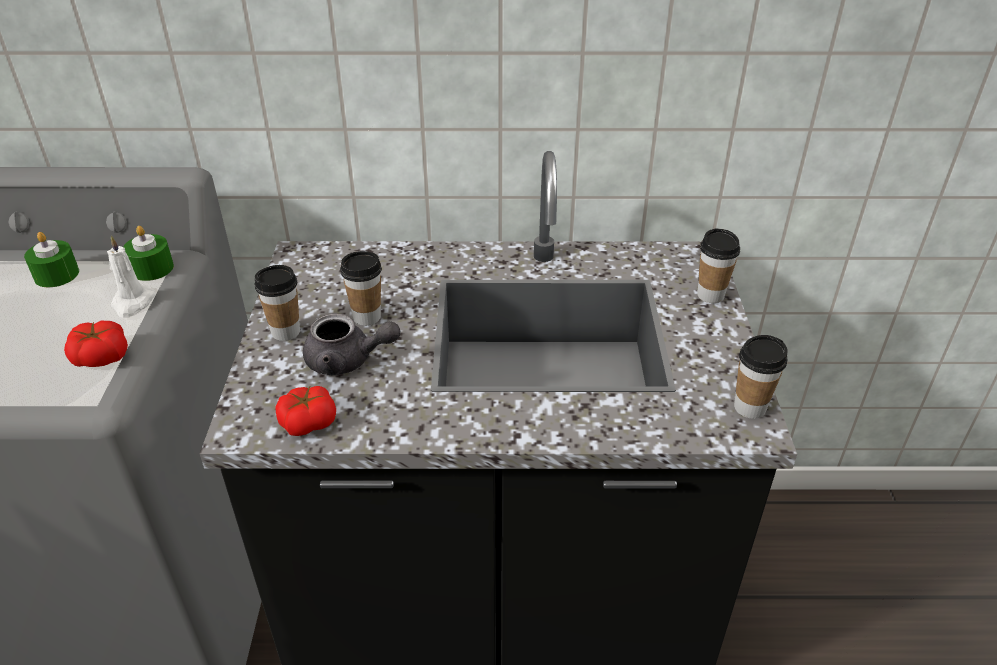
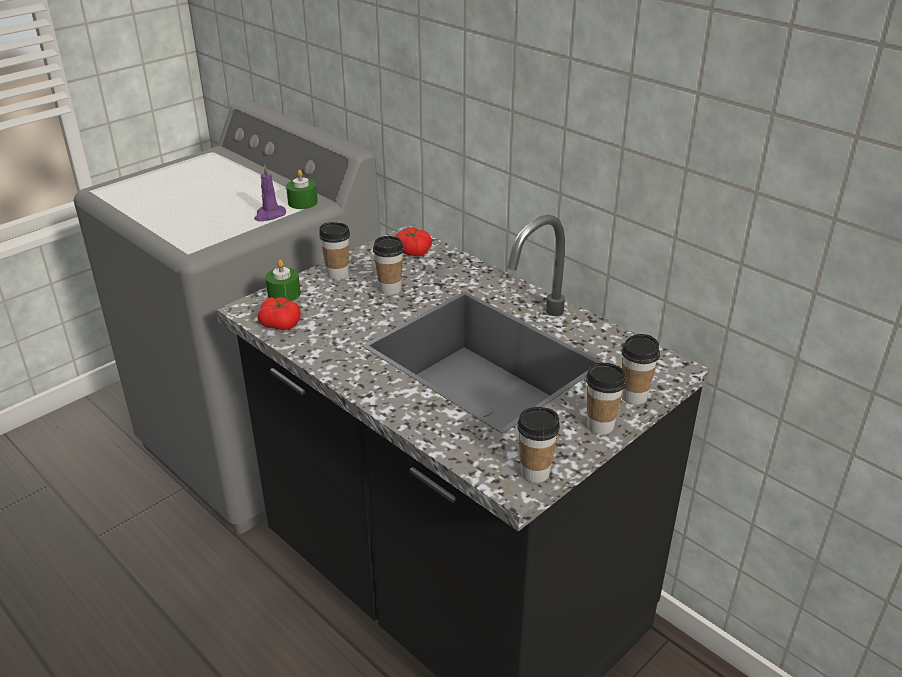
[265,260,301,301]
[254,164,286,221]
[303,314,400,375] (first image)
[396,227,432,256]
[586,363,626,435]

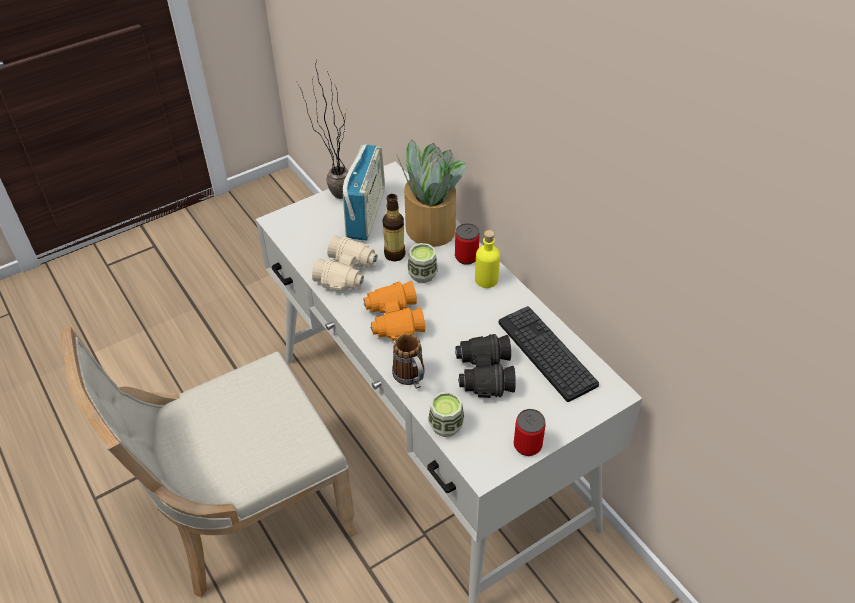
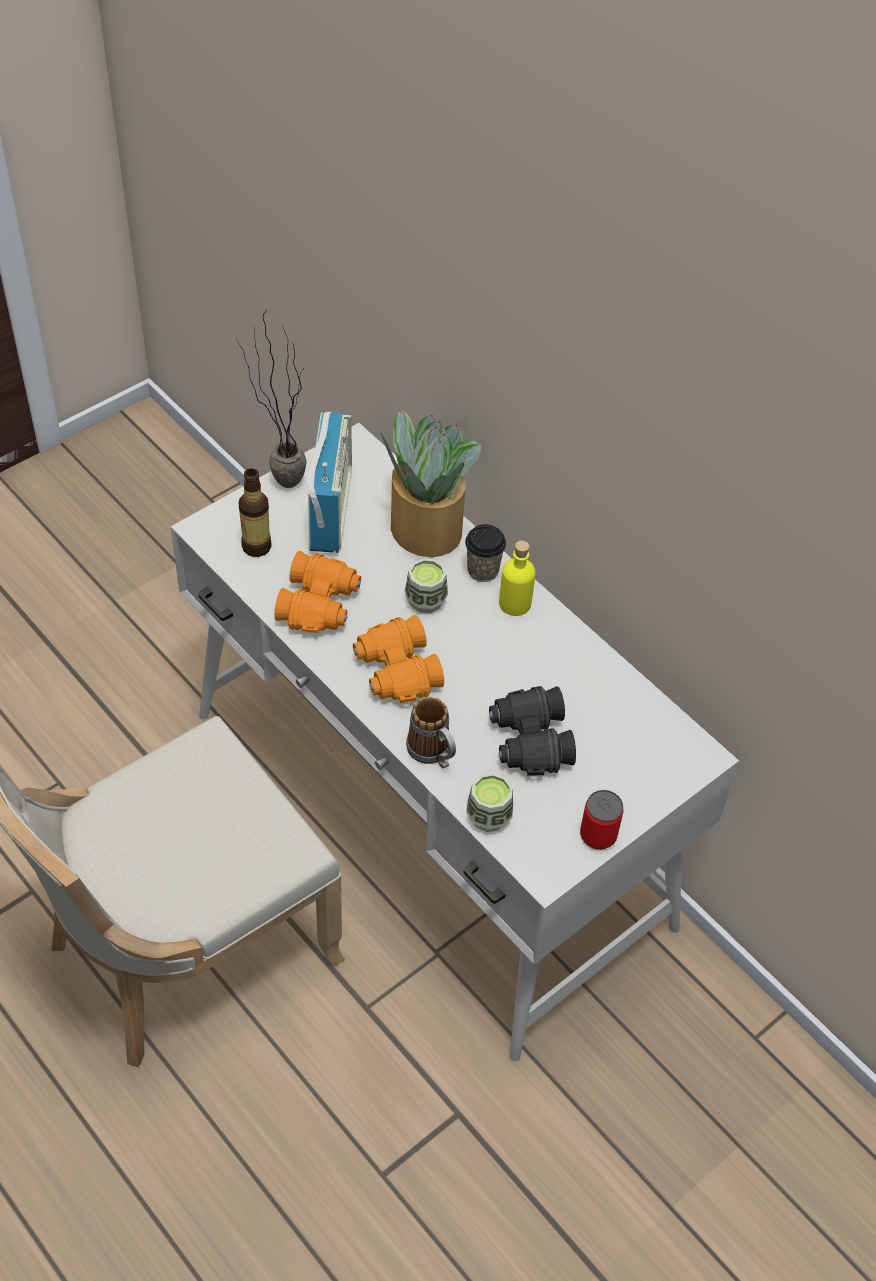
[239,468,272,557]
[465,524,506,582]
[275,551,361,633]
[499,306,599,402] (first image)

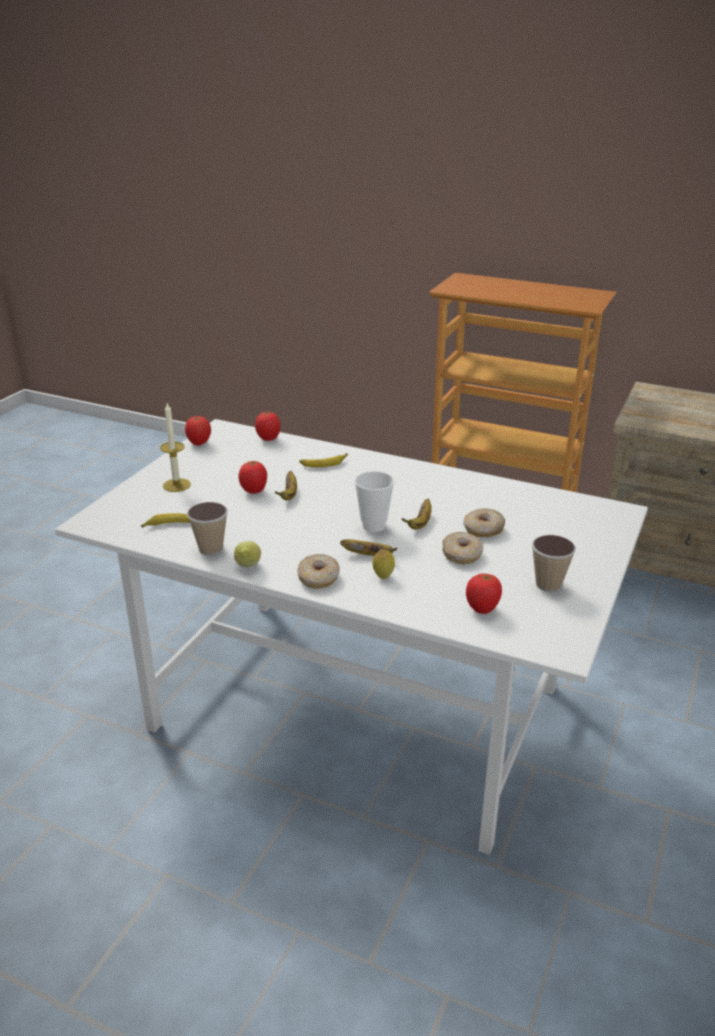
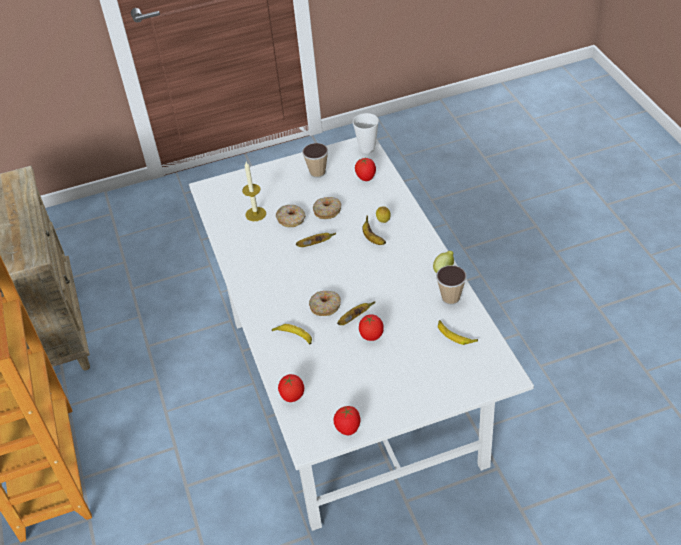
[242,162,266,221]
[353,113,379,154]
[309,291,341,316]

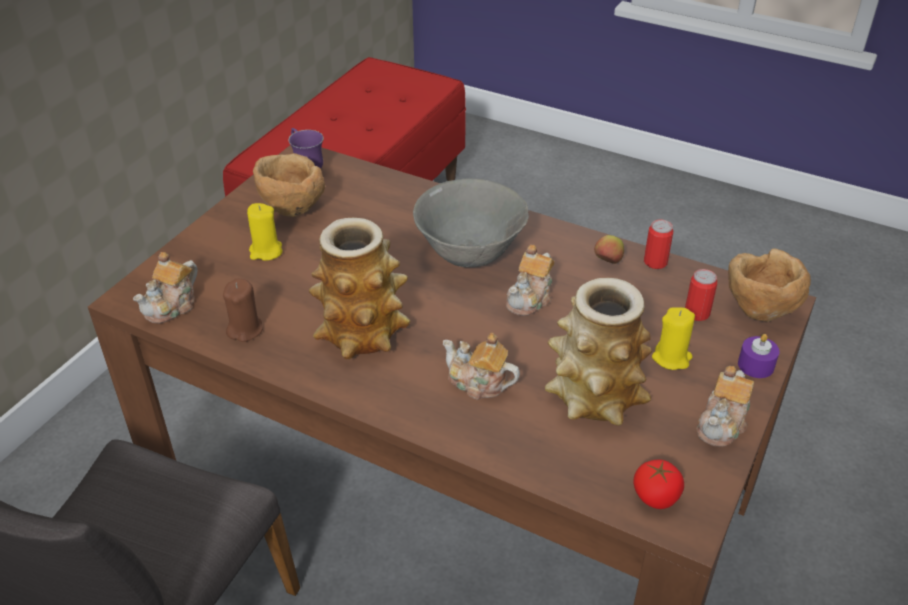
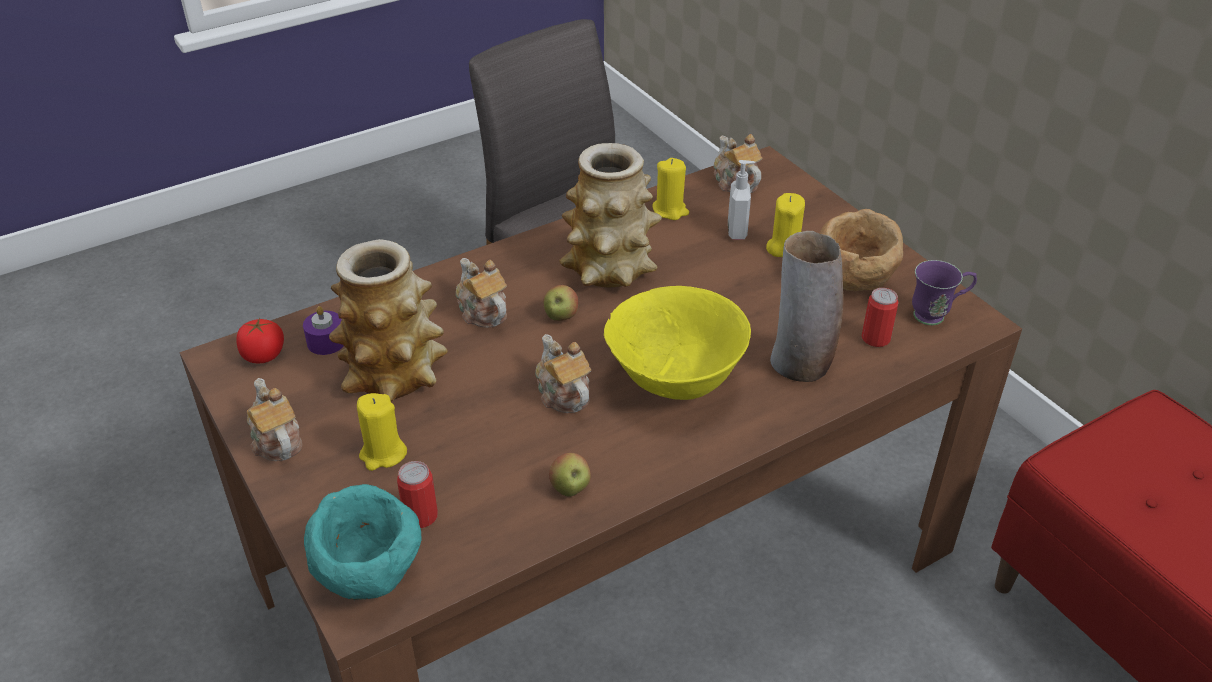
[604,286,751,400]
[862,288,899,347]
[304,484,421,600]
[652,158,689,220]
[456,258,507,328]
[303,306,344,355]
[728,160,755,240]
[770,231,844,382]
[543,285,578,321]

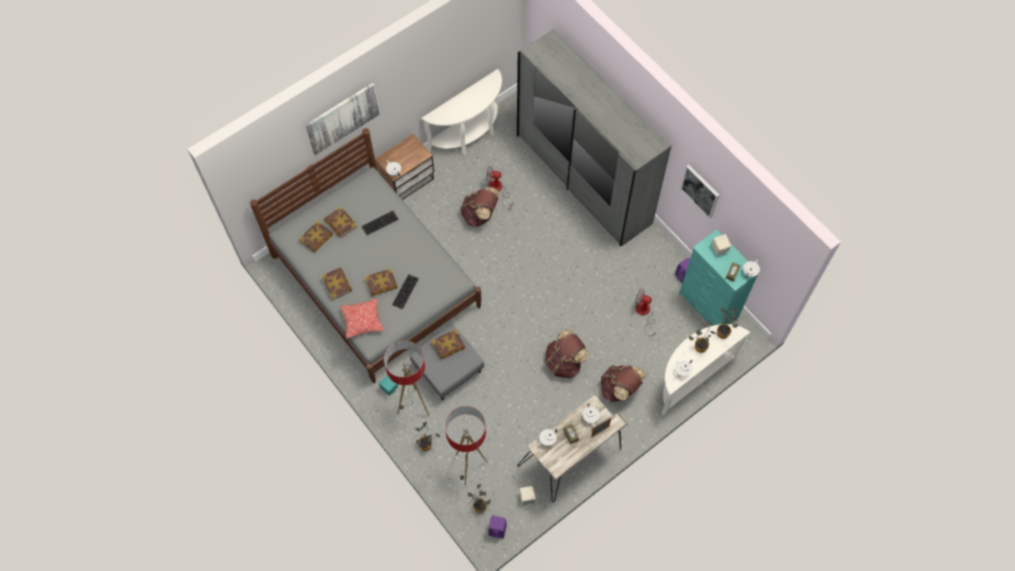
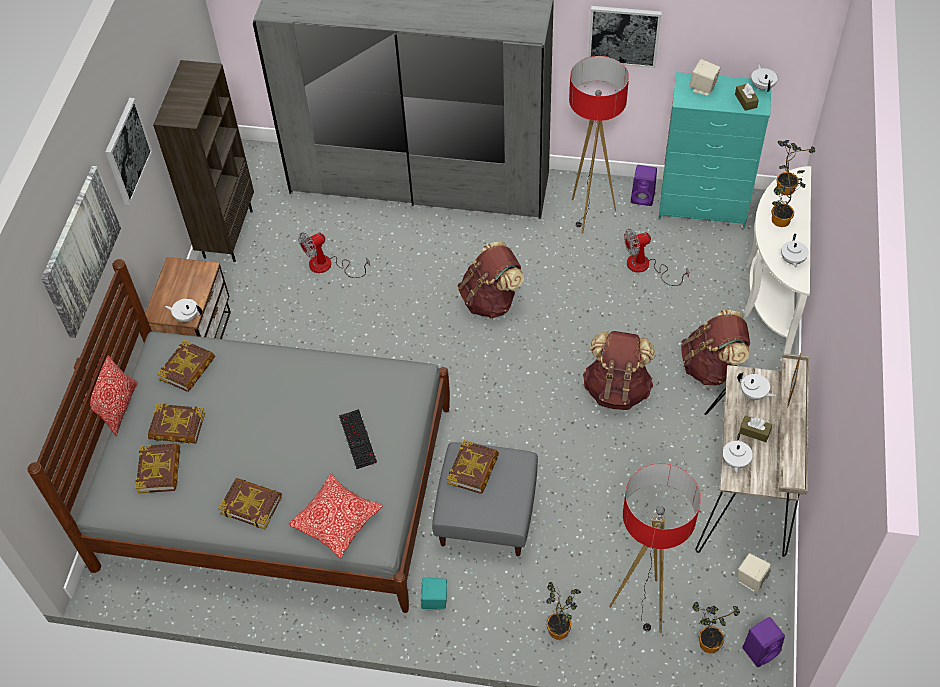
[153,60,254,262]
[458,242,524,318]
[362,211,399,235] (first image)
[157,340,215,392]
[569,56,629,233]
[105,98,152,205]
[82,348,138,436]

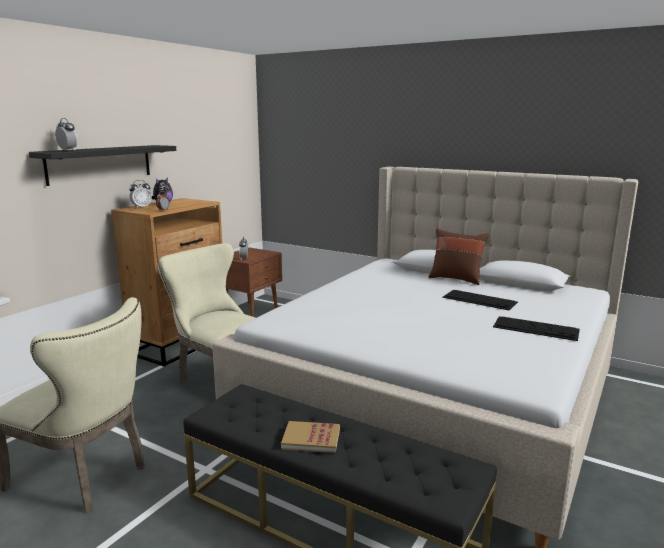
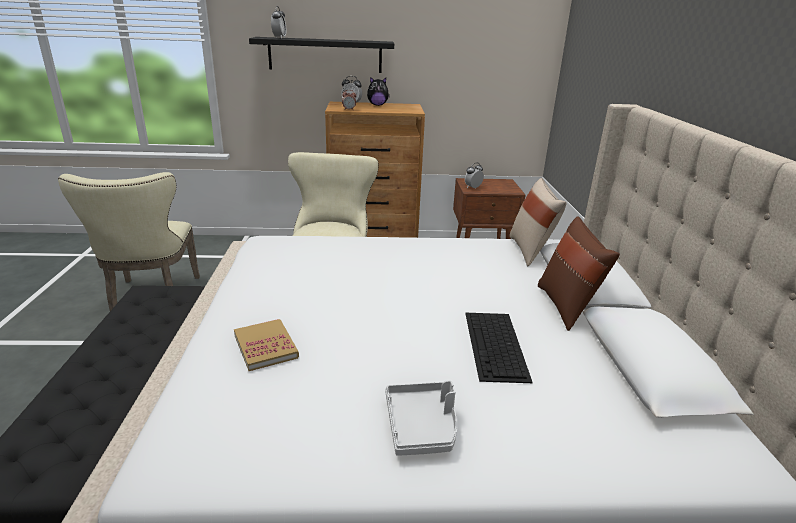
[386,380,457,456]
[234,319,299,371]
[510,178,567,266]

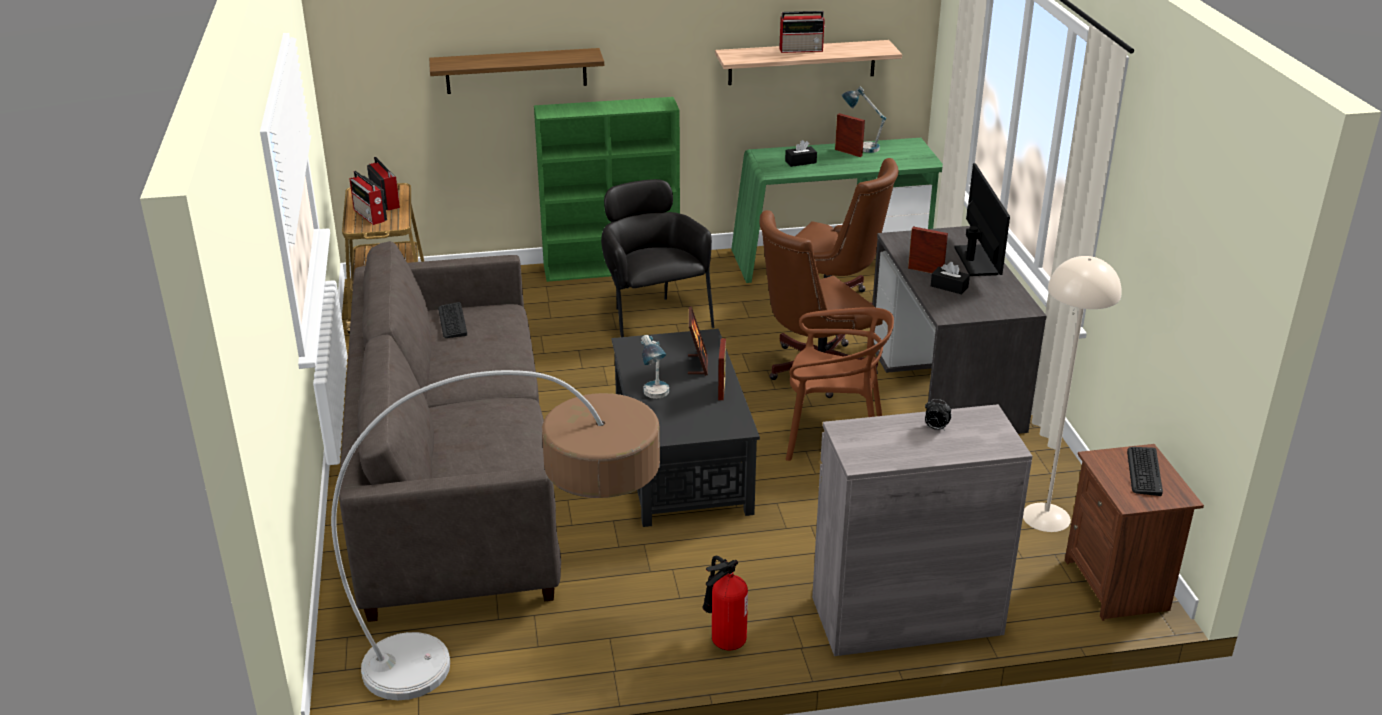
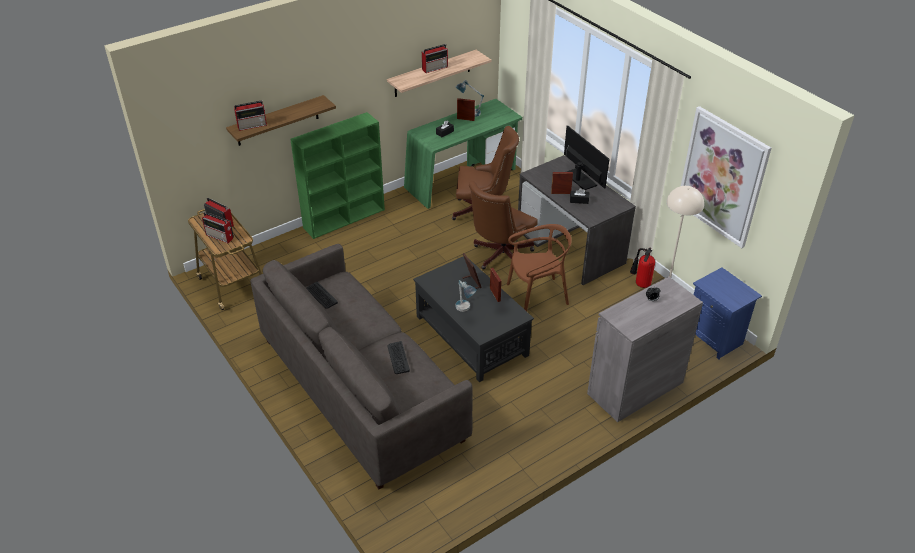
[601,179,714,337] (first image)
[331,370,660,700] (first image)
[693,267,762,360]
[388,341,410,374]
[630,248,655,288]
[234,100,267,131]
[681,106,771,248]

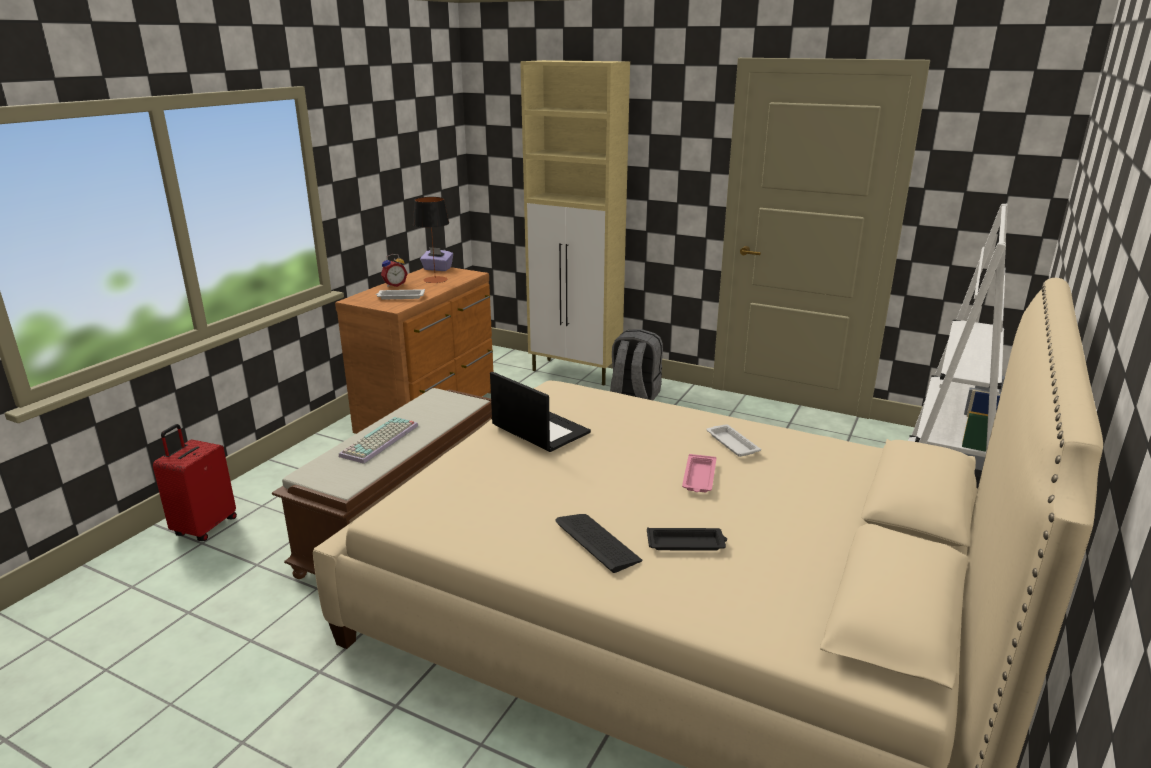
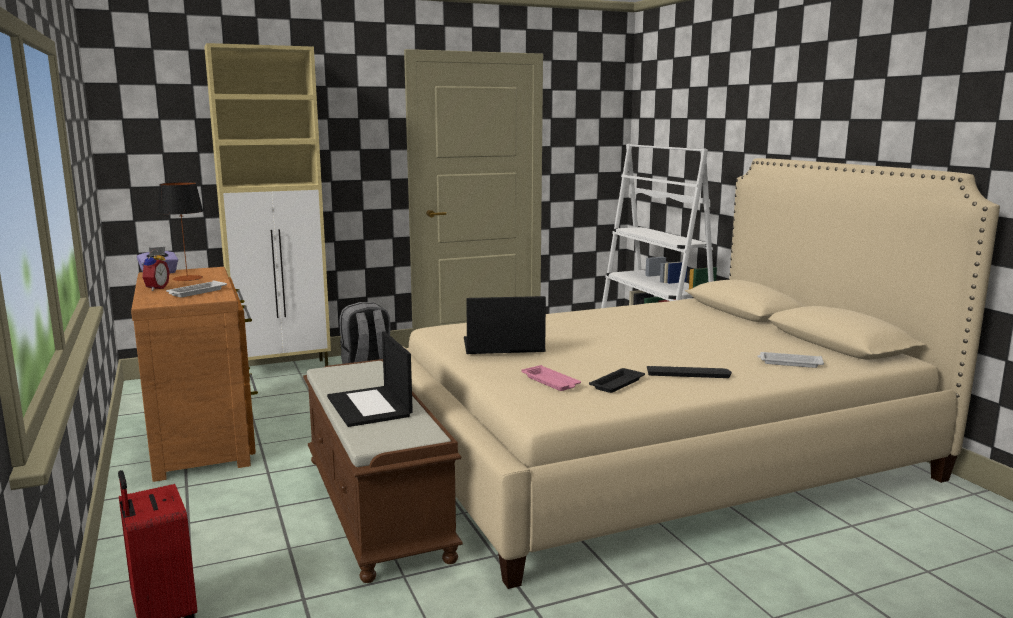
[327,331,413,427]
[757,352,824,368]
[521,365,581,391]
[589,368,645,393]

